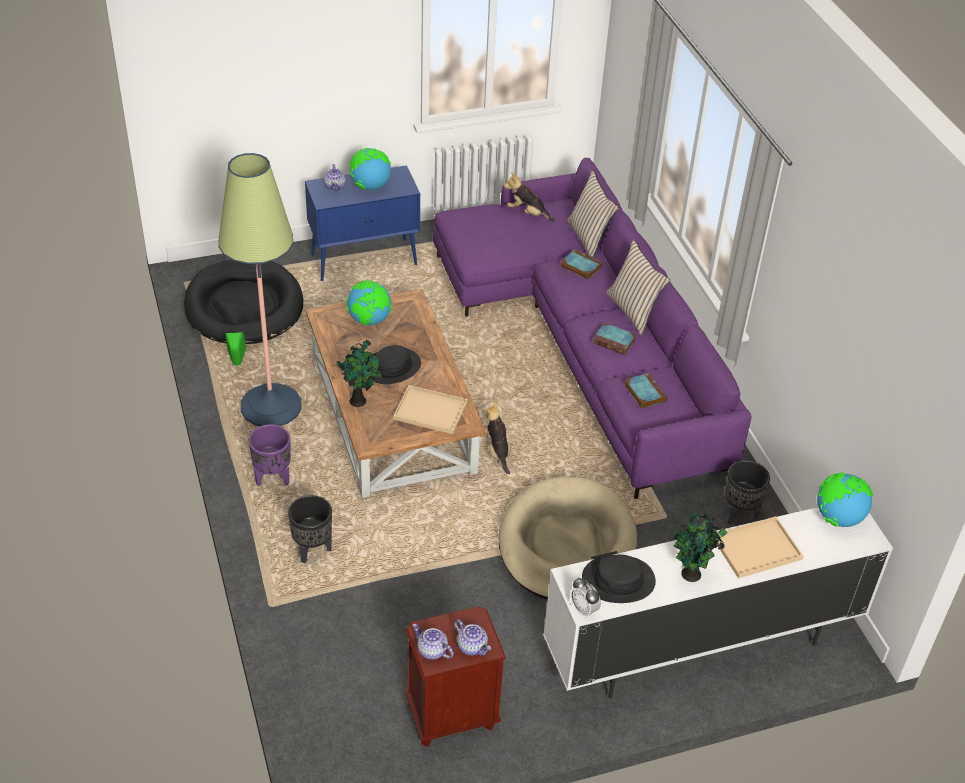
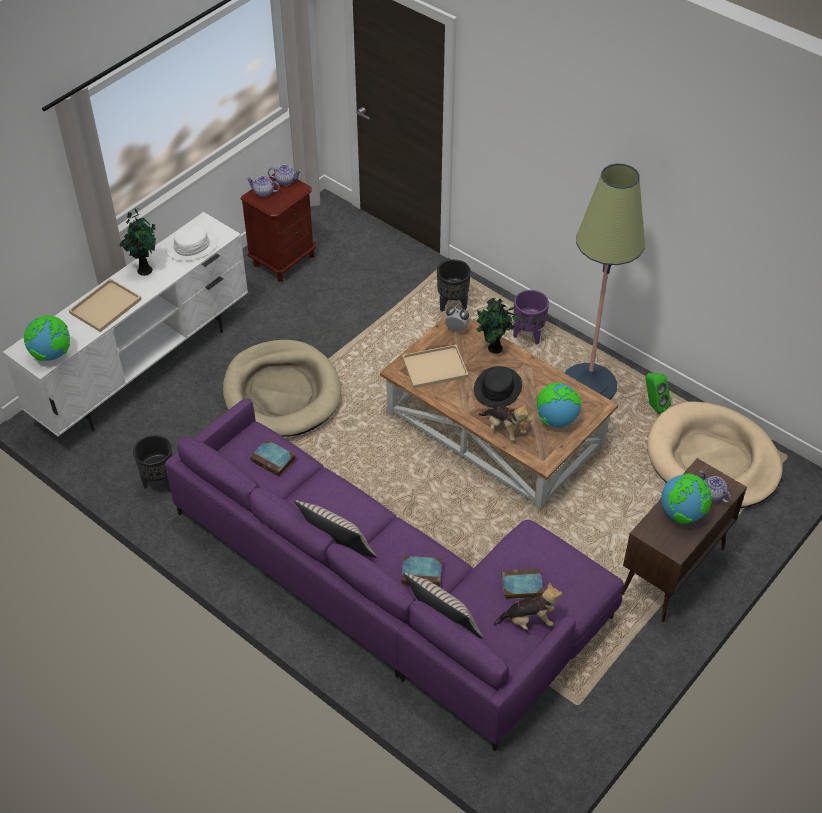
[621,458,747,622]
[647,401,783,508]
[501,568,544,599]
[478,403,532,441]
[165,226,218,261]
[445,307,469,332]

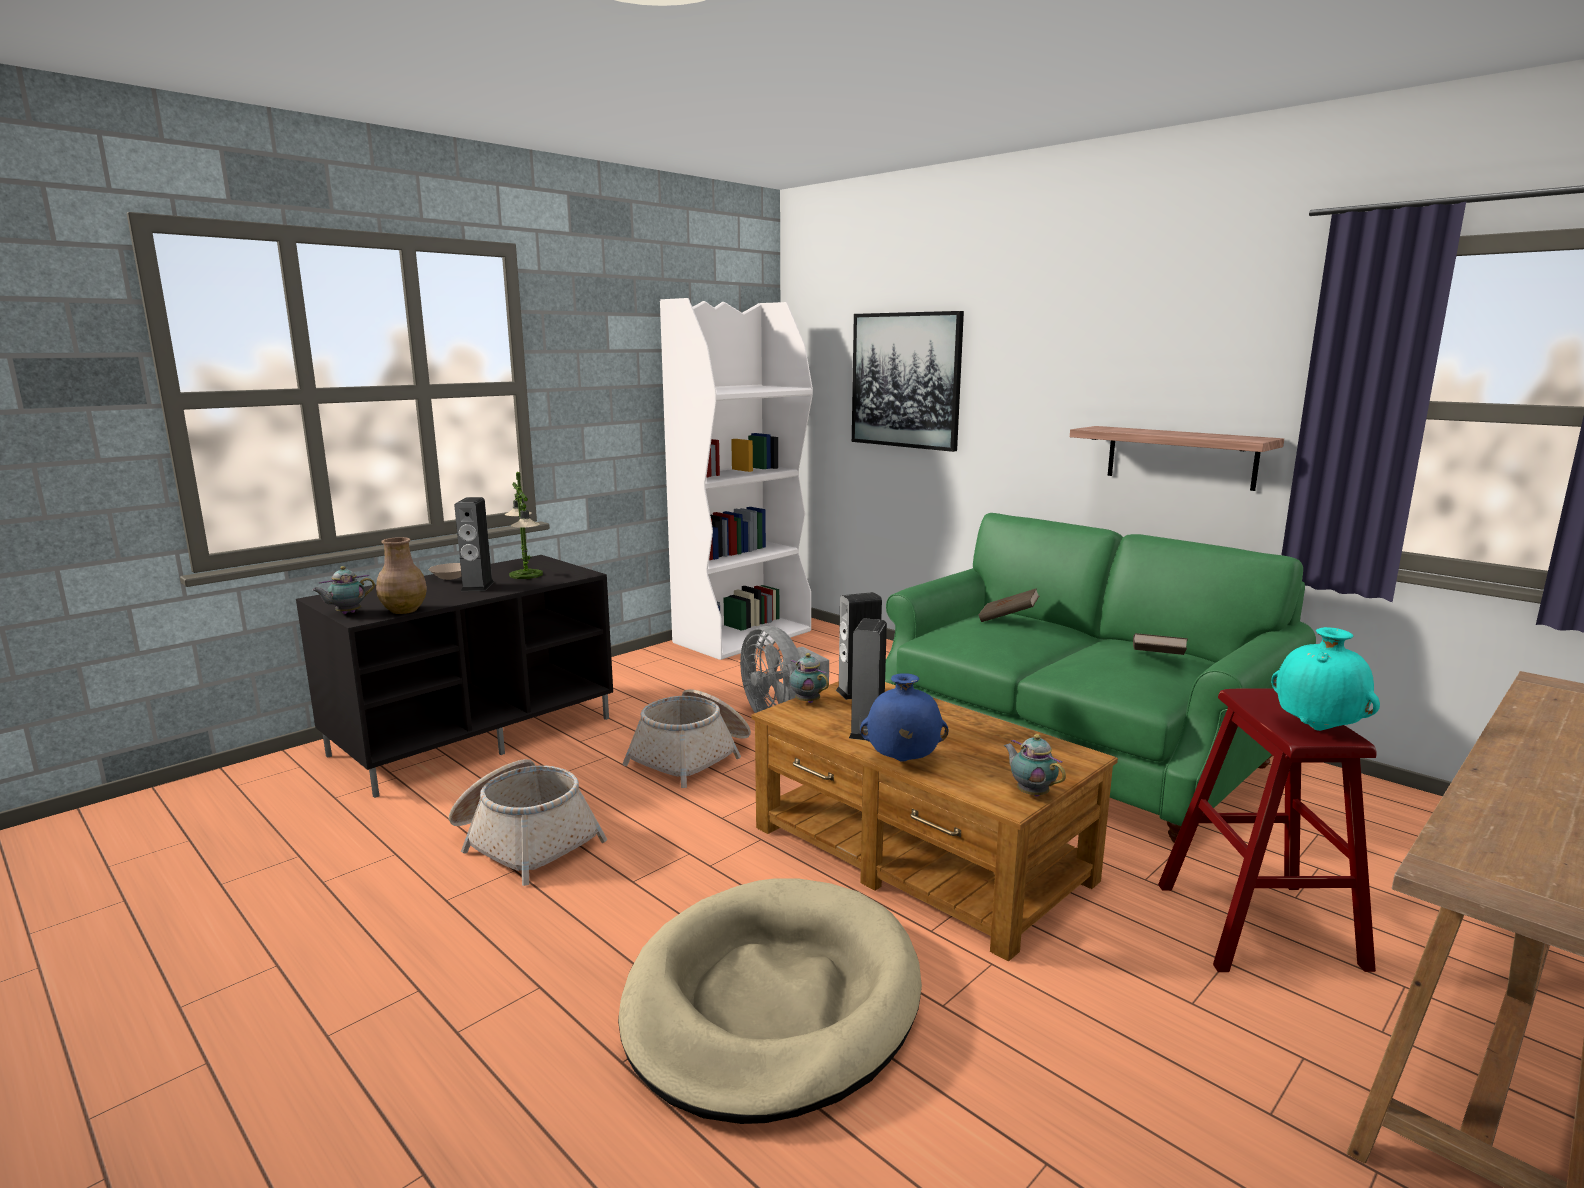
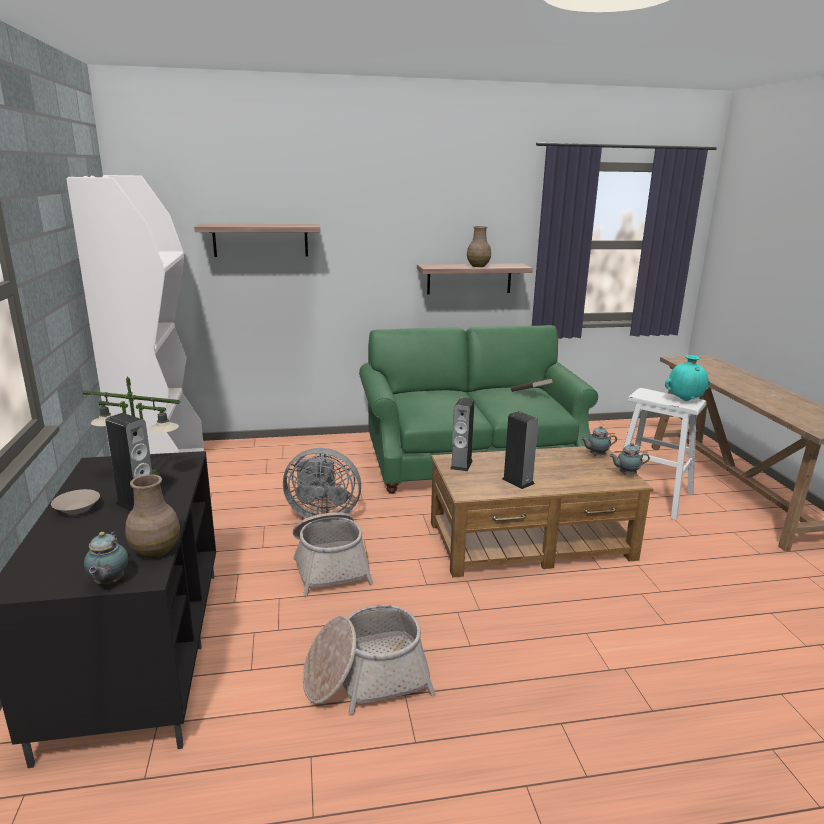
[194,224,320,257]
[979,588,1039,622] (first image)
[580,426,617,456]
[860,673,949,762] (first image)
[622,388,707,520]
[618,879,922,1124] (first image)
[467,226,491,267]

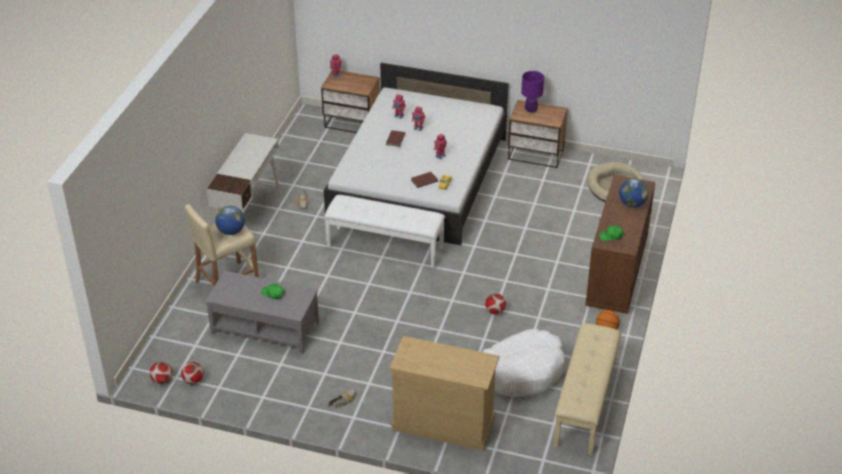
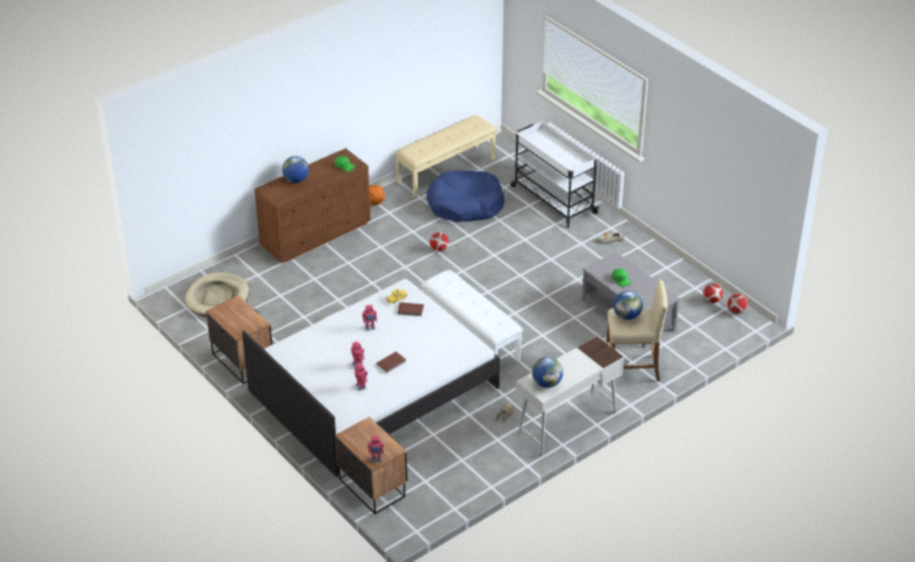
[521,71,544,114] (first image)
[427,170,504,222]
[510,121,599,228]
[532,357,563,388]

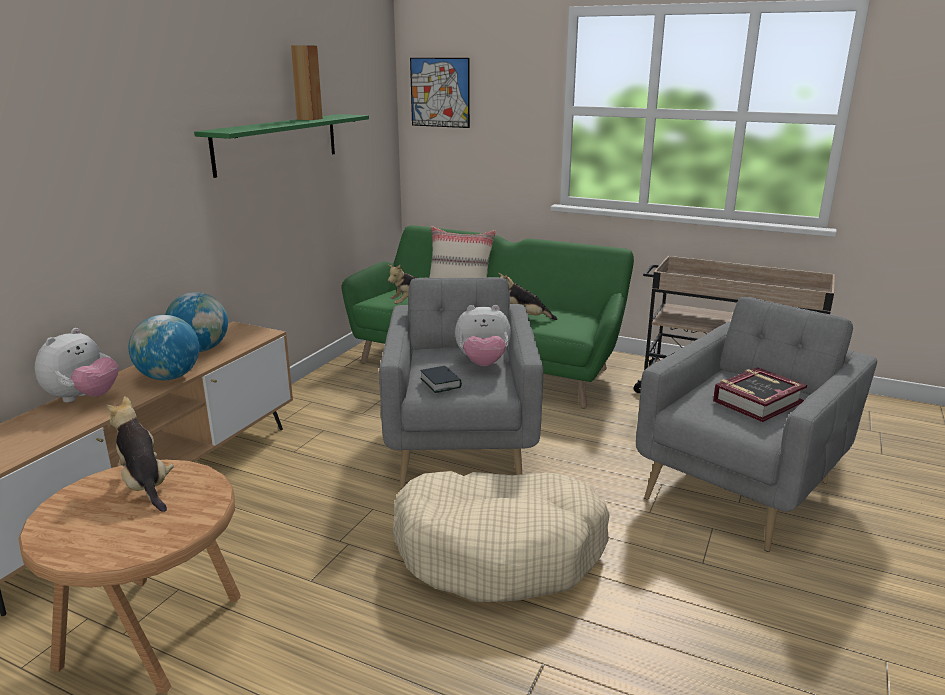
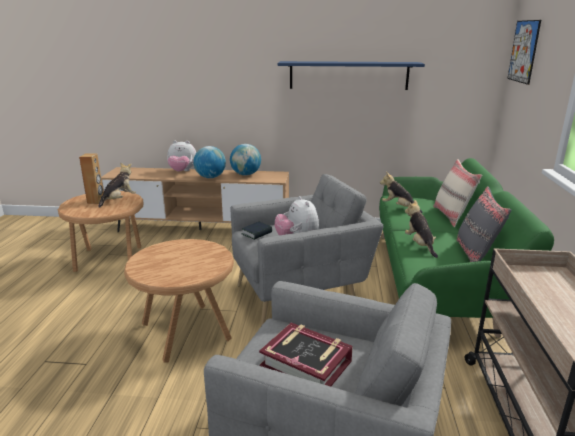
[79,154,103,204]
[277,61,425,90]
[124,239,234,363]
[457,186,511,262]

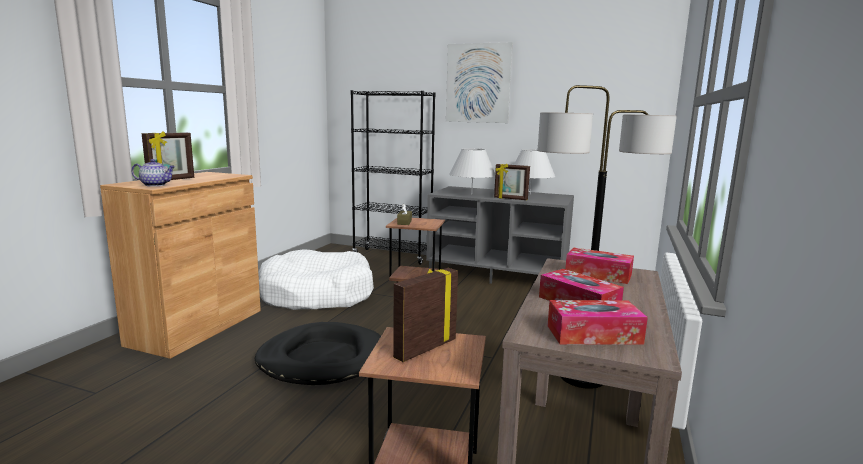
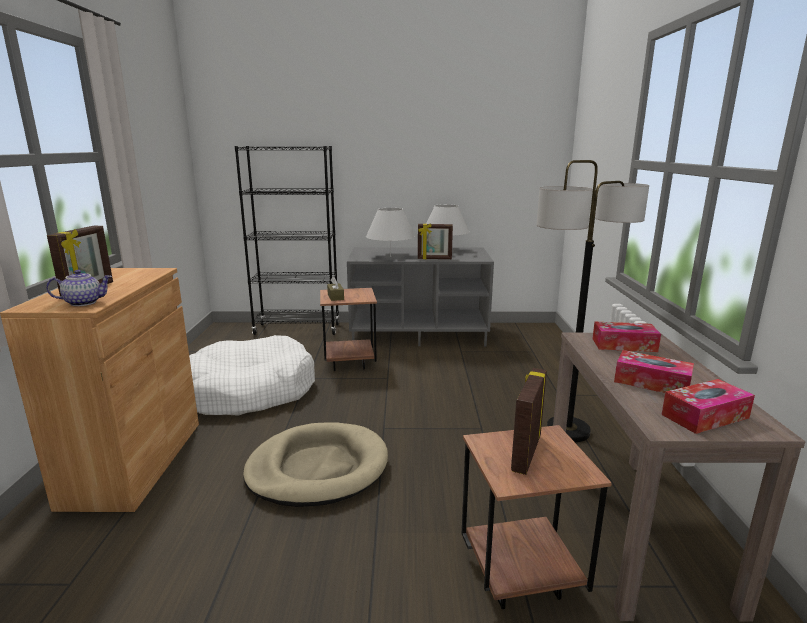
[446,42,513,123] (first image)
[243,422,388,507]

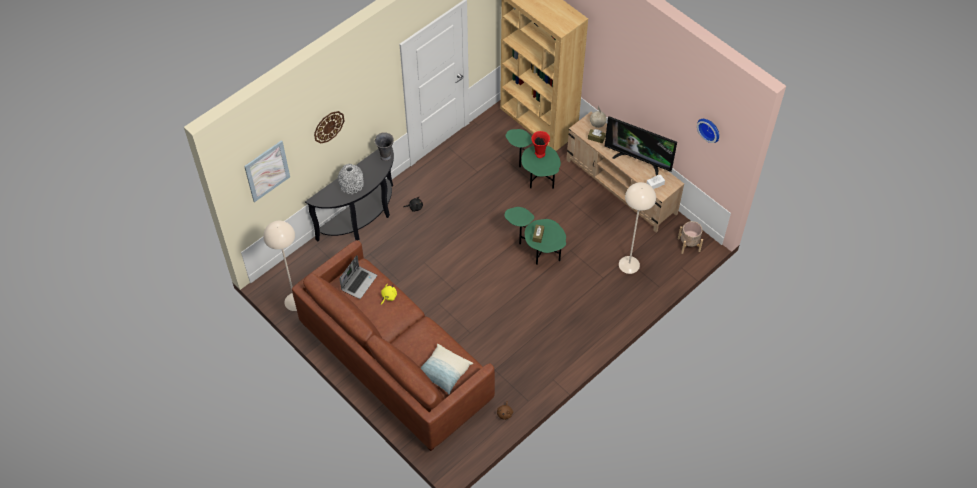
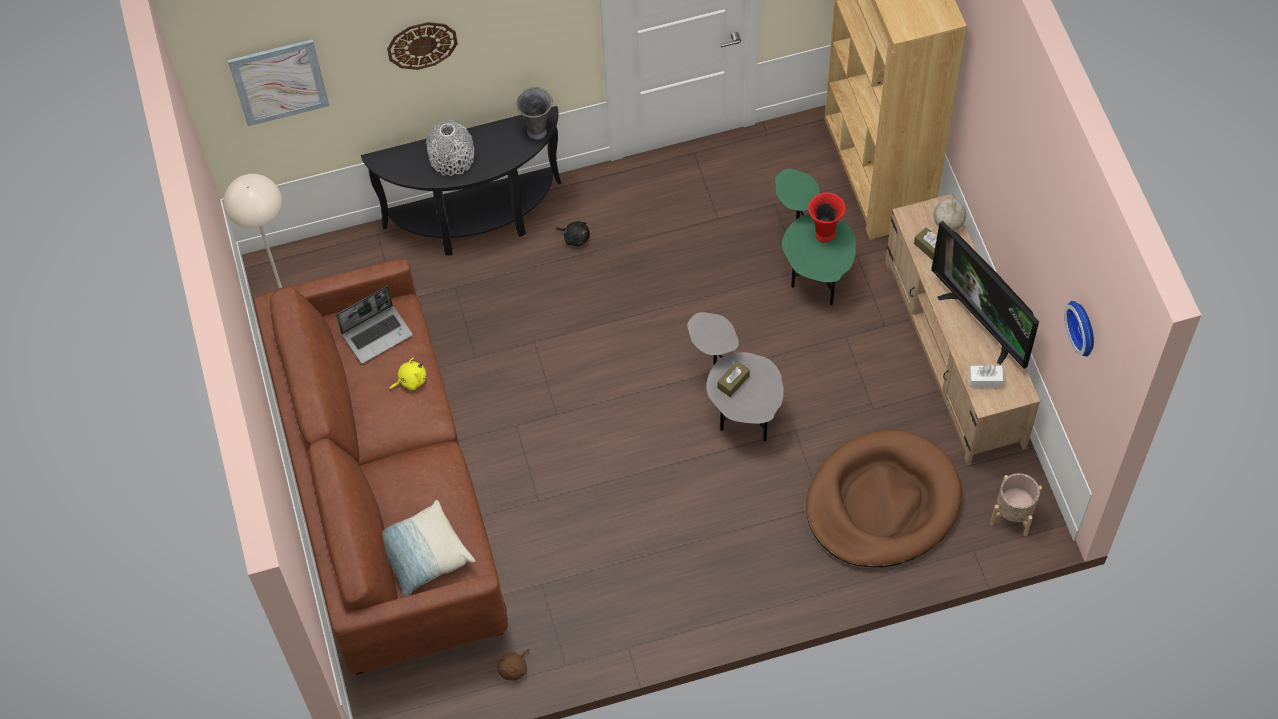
[806,430,962,568]
[687,312,784,442]

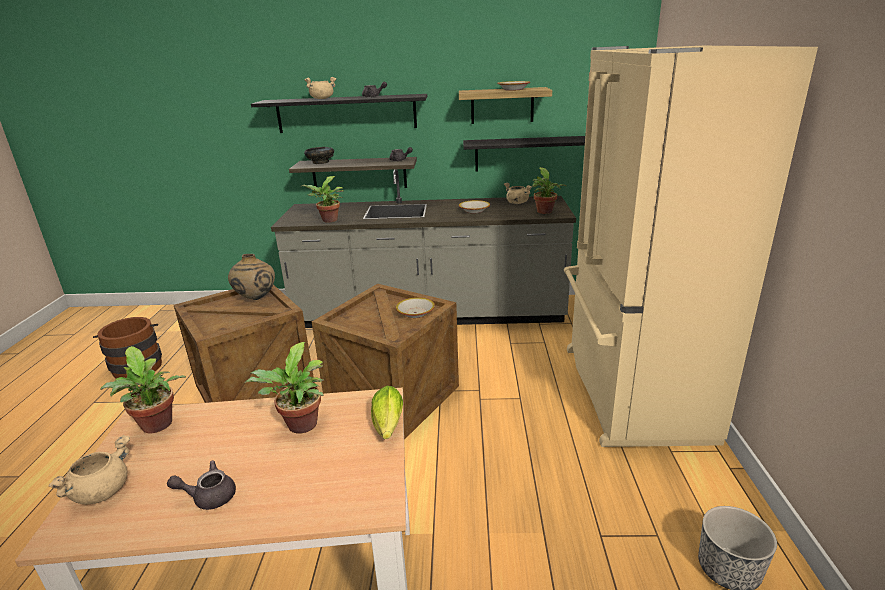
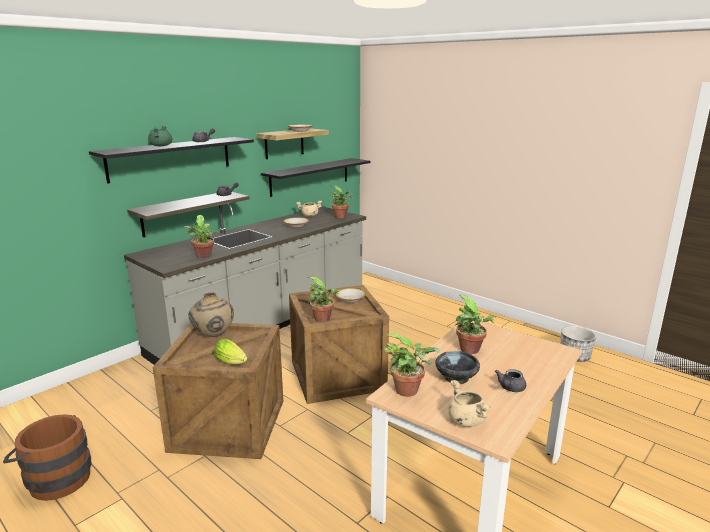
[564,46,818,447] (first image)
[148,125,172,146]
[435,351,480,384]
[214,339,247,364]
[307,277,340,322]

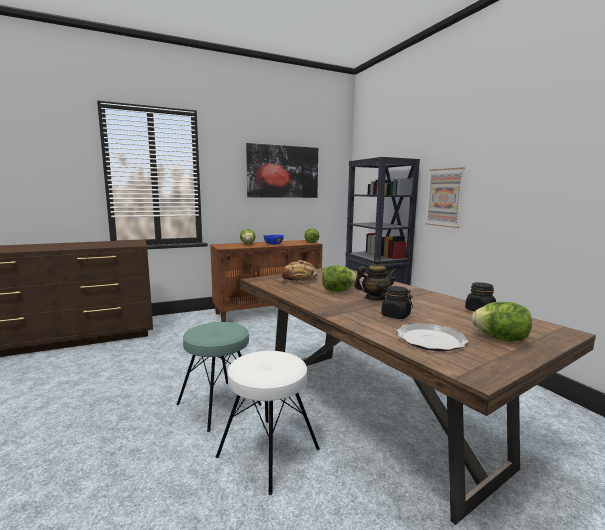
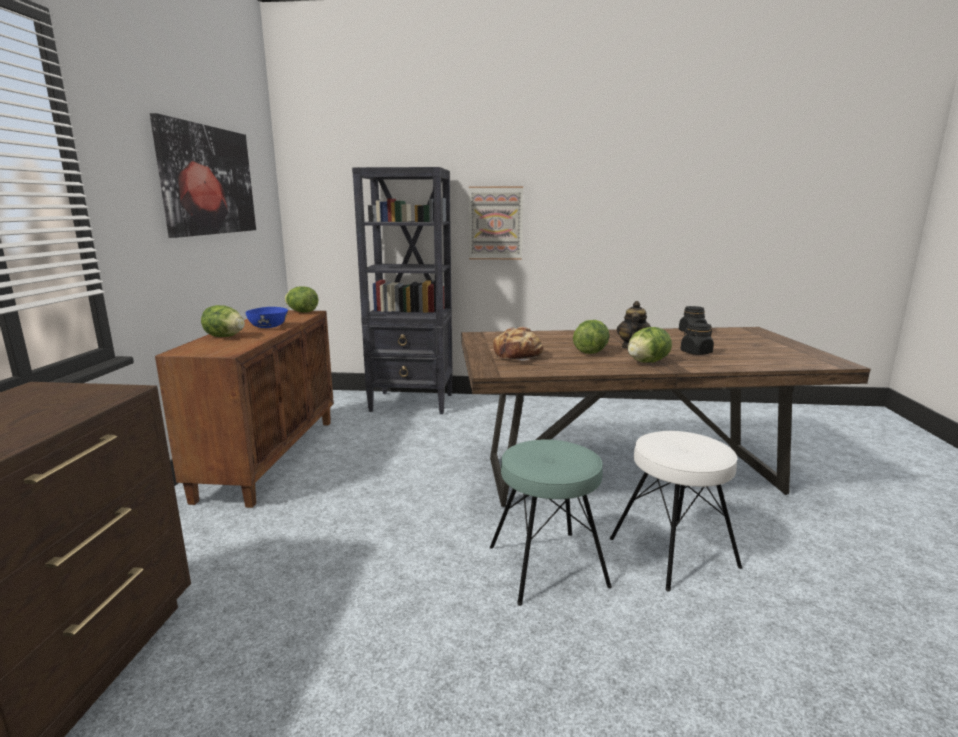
[628,327,672,363]
[396,323,469,351] (first image)

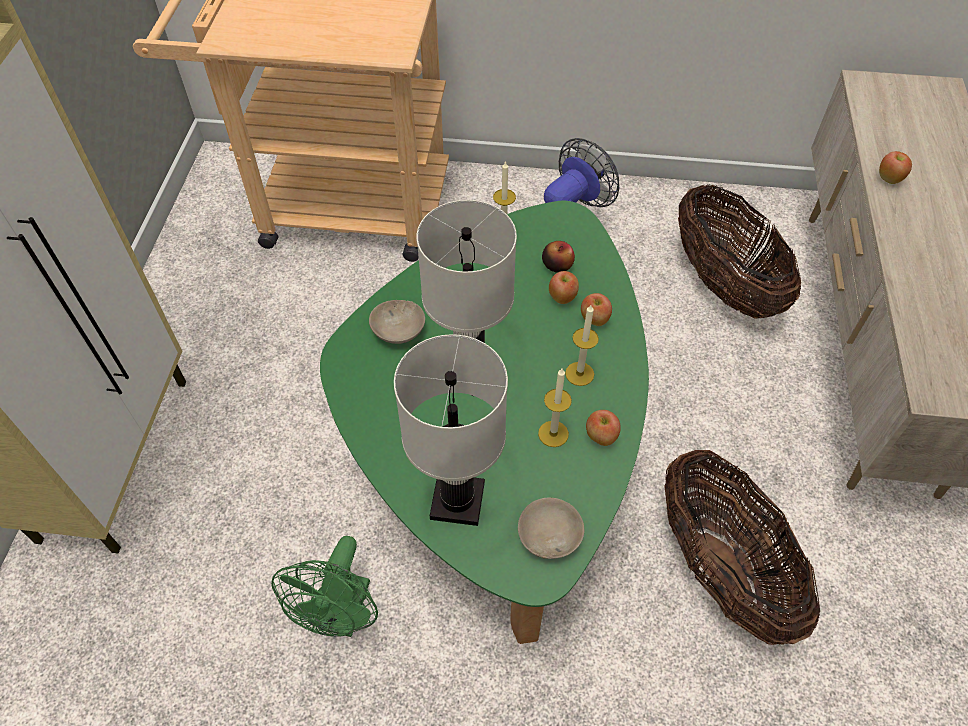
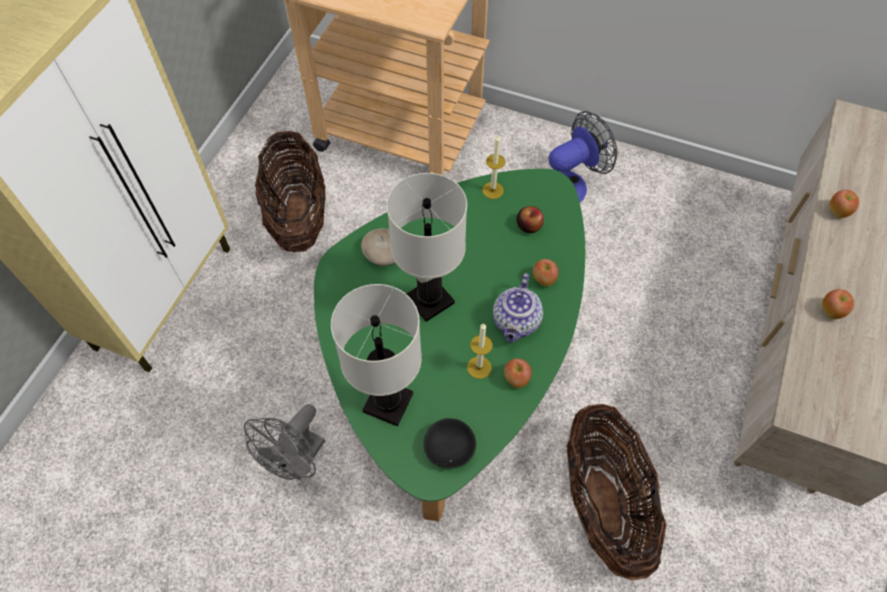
[255,131,326,252]
[822,289,854,319]
[493,273,543,343]
[424,418,476,468]
[244,404,325,480]

